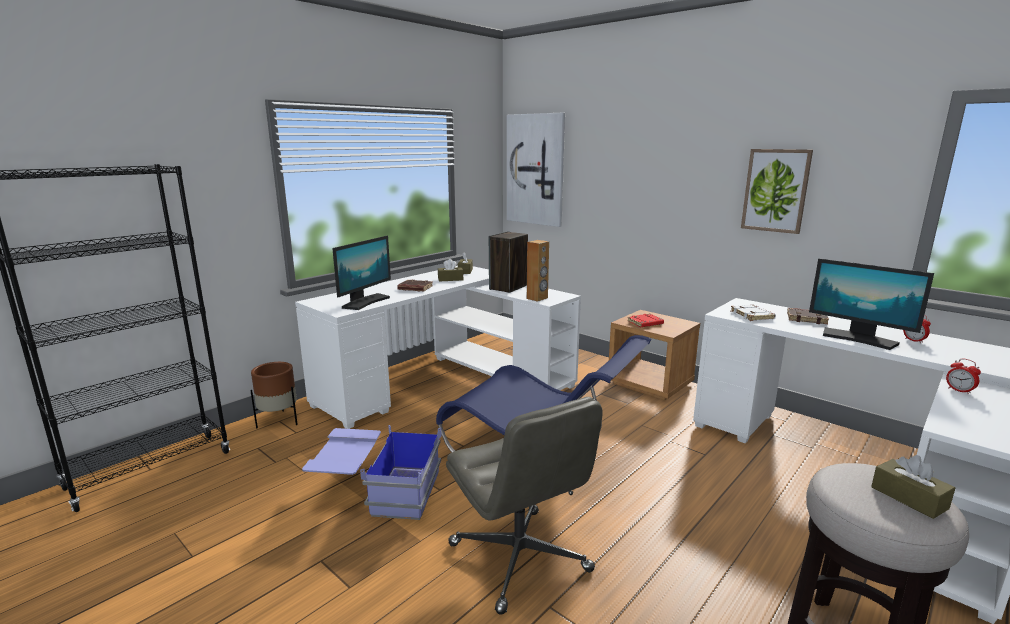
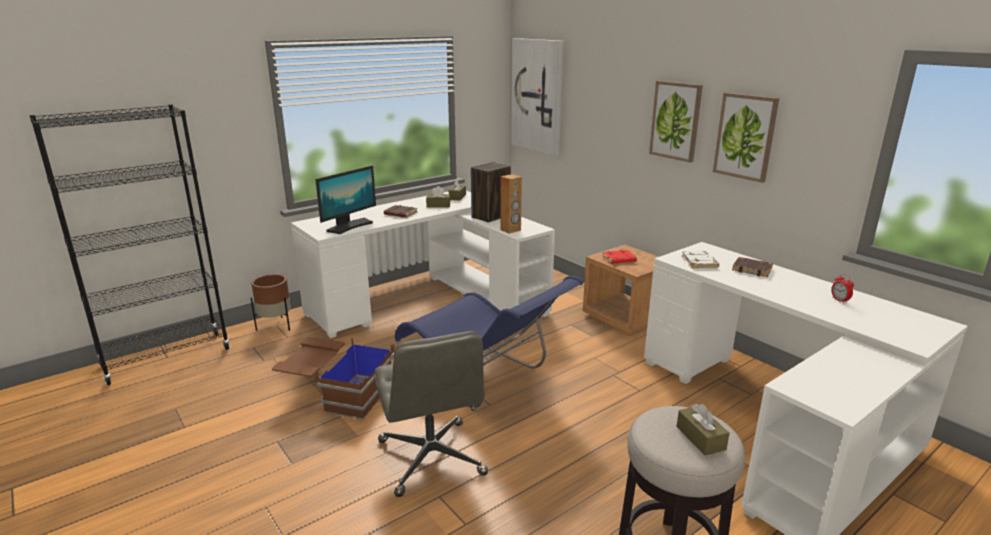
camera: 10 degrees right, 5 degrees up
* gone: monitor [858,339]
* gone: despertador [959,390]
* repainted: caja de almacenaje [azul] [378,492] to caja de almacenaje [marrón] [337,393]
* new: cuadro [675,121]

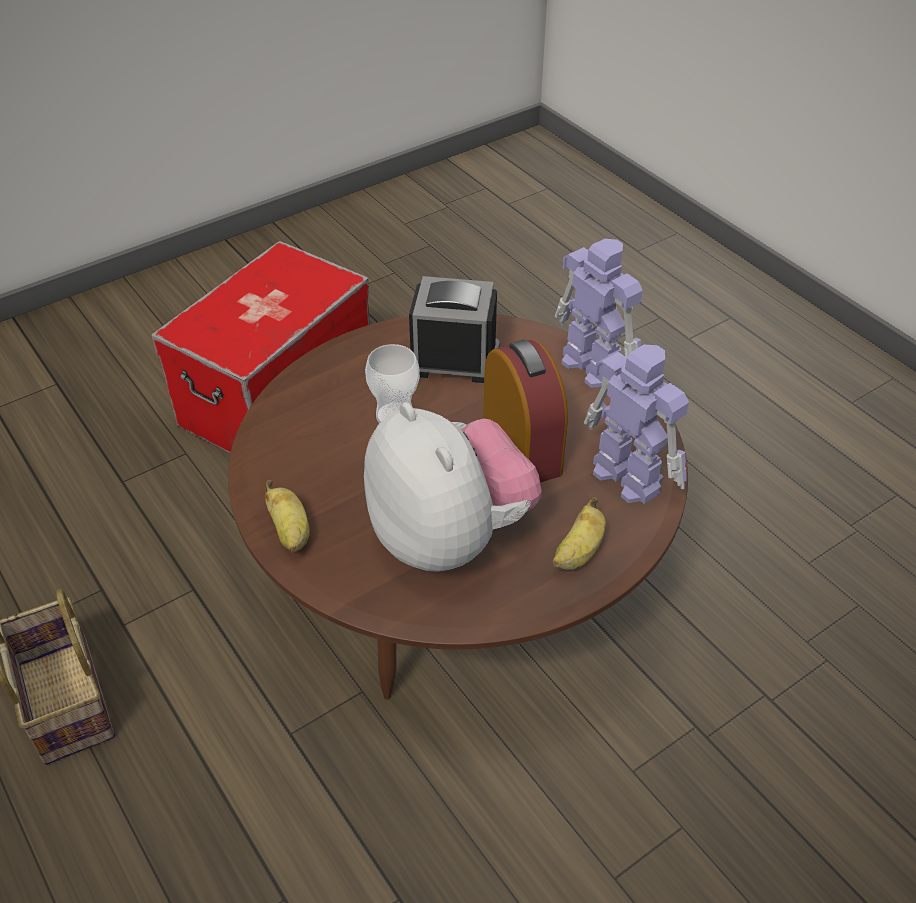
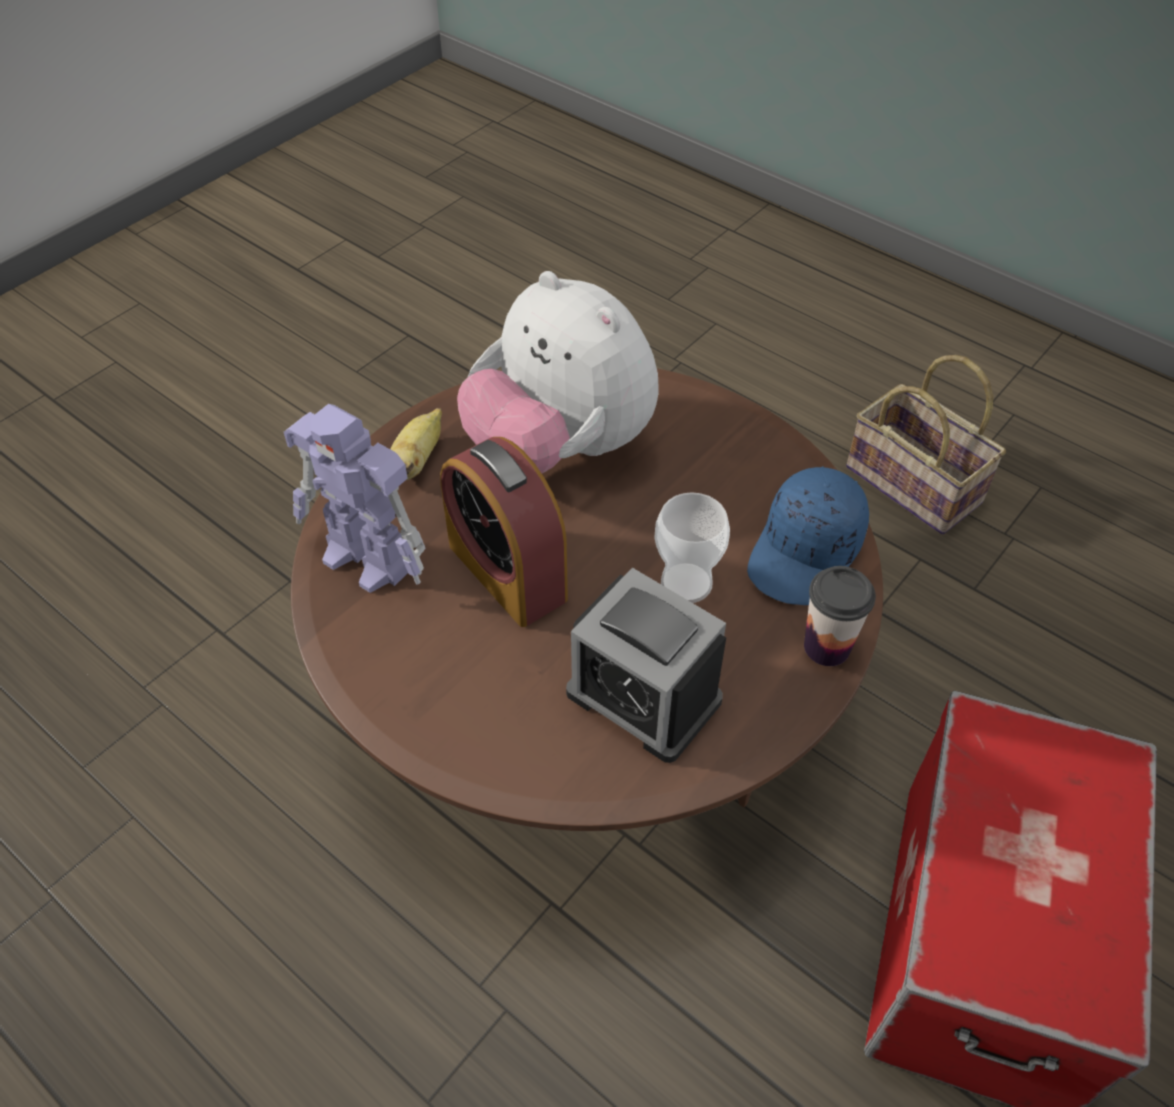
camera: 165 degrees right, 5 degrees up
* gone: robot de juguete [591,365]
* rotated: despertador [454,359] = [643,696] 45 degrees clockwise
* gone: plátano [290,532]
* new: gorra [azul] [806,553]
* new: taza [827,647]

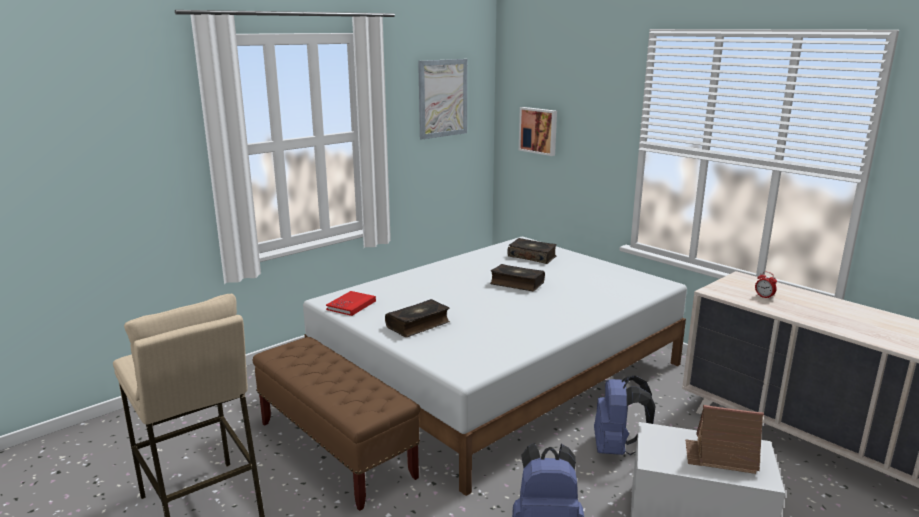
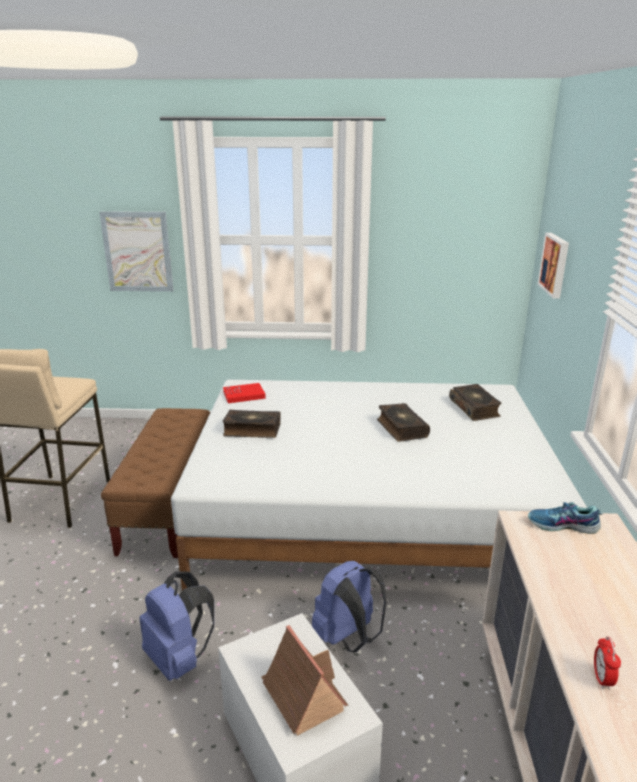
camera: 45 degrees right, 5 degrees up
* shifted: cuadro [442,98] to [137,252]
* shifted: despertador [764,297] to [602,679]
* new: zapato [562,526]

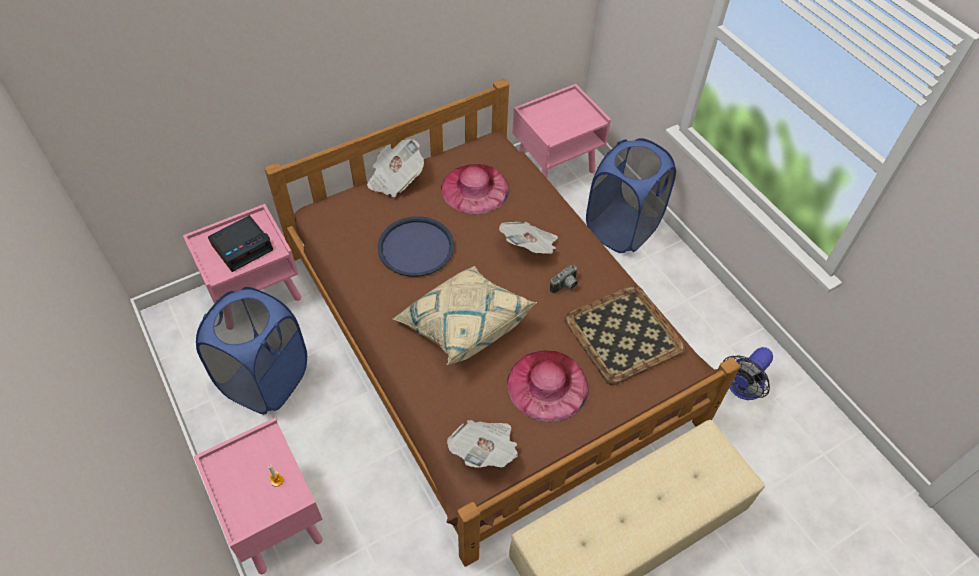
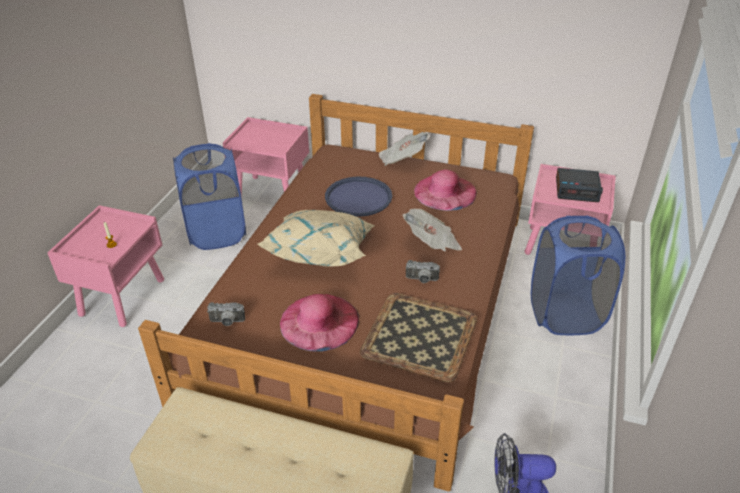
camera: 50 degrees right, 15 degrees down
* shifted: despertador [242,247] to [577,189]
* swapped: periódico [485,450] to cámara [227,322]

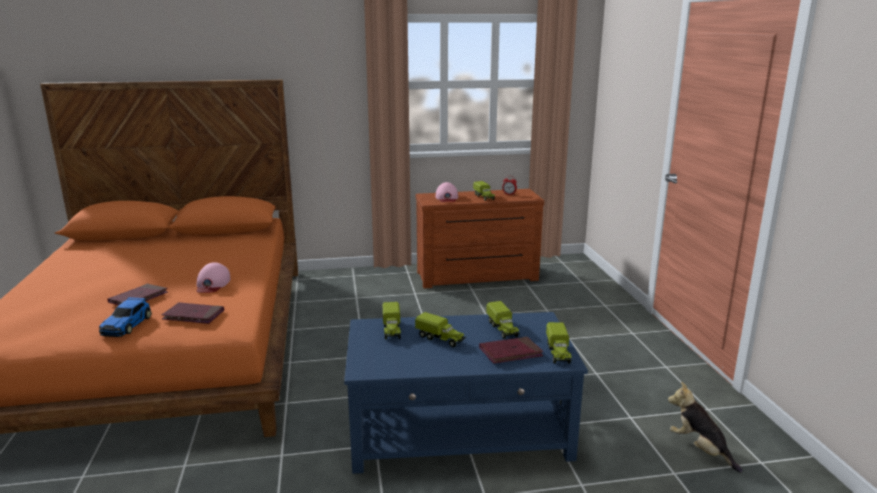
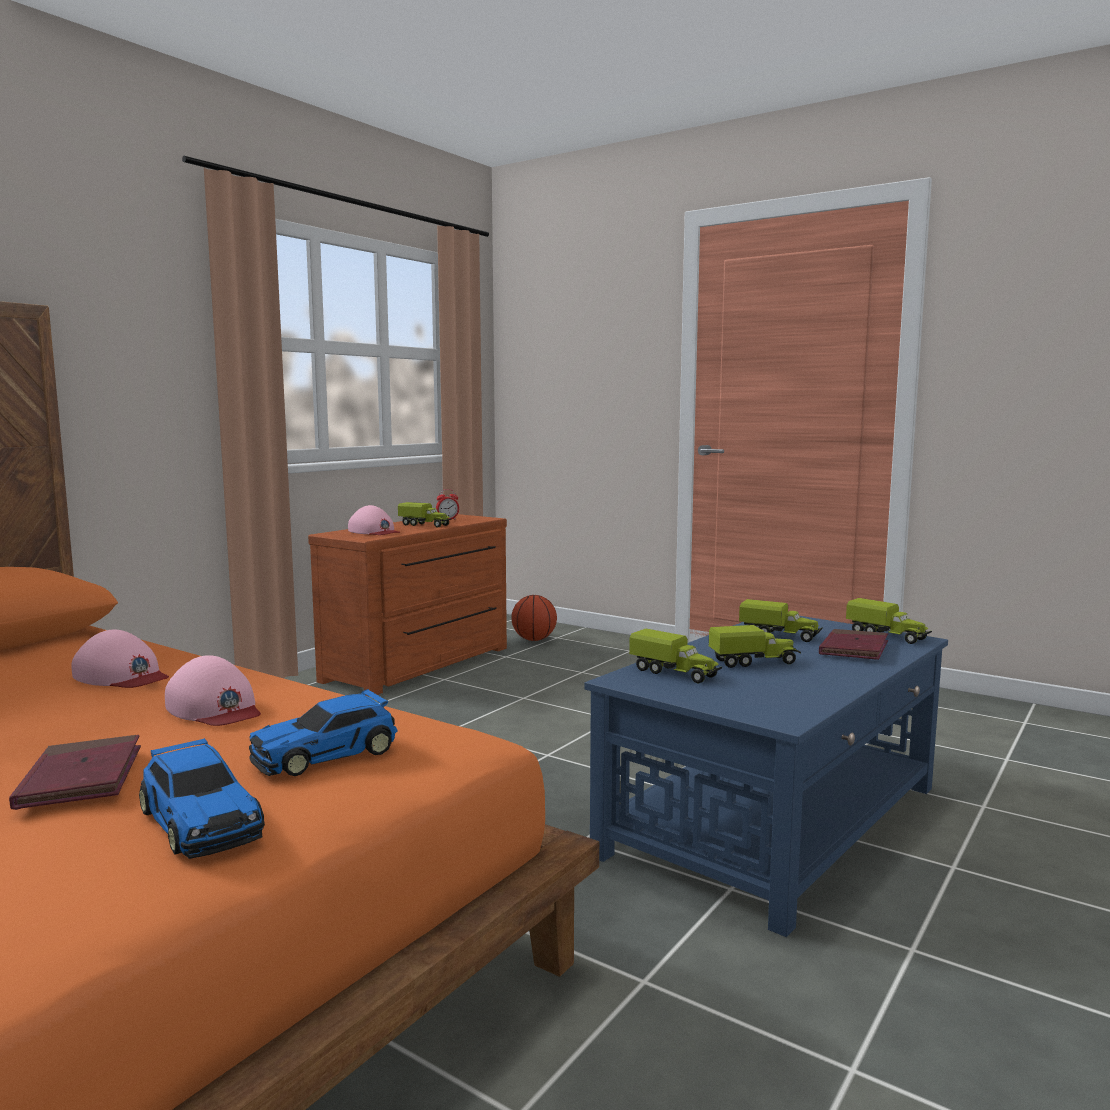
camera: 45 degrees left, 10 degrees down
* swapped: libro [rojo] [193,316] to coche de juguete [327,754]
* gone: peluche [700,449]
* new: balón de baloncesto [534,640]
* new: gorra [rosa] [122,676]

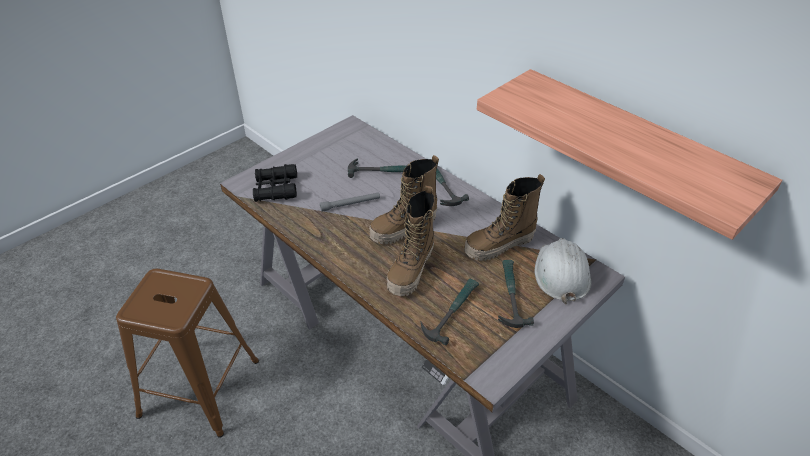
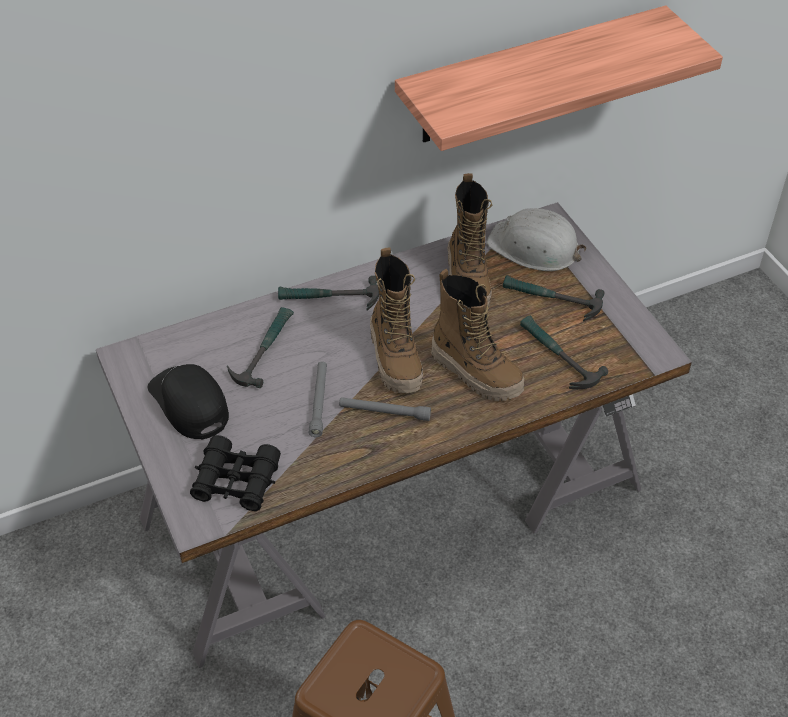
camera: 70 degrees left, 5 degrees up
* new: gorra [negro] [189,403]
* new: linterna [gris] [384,412]

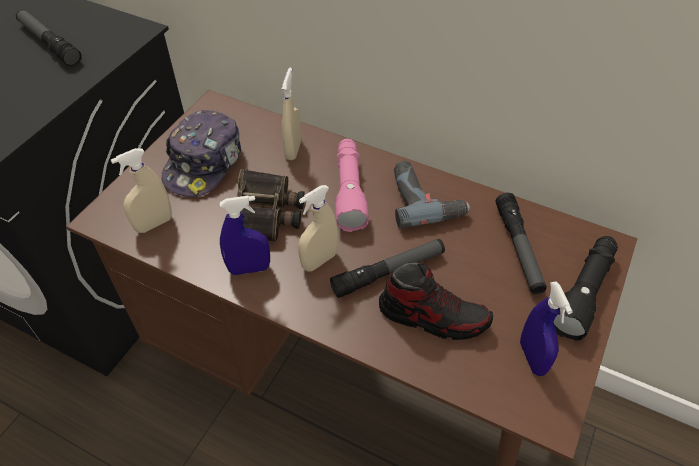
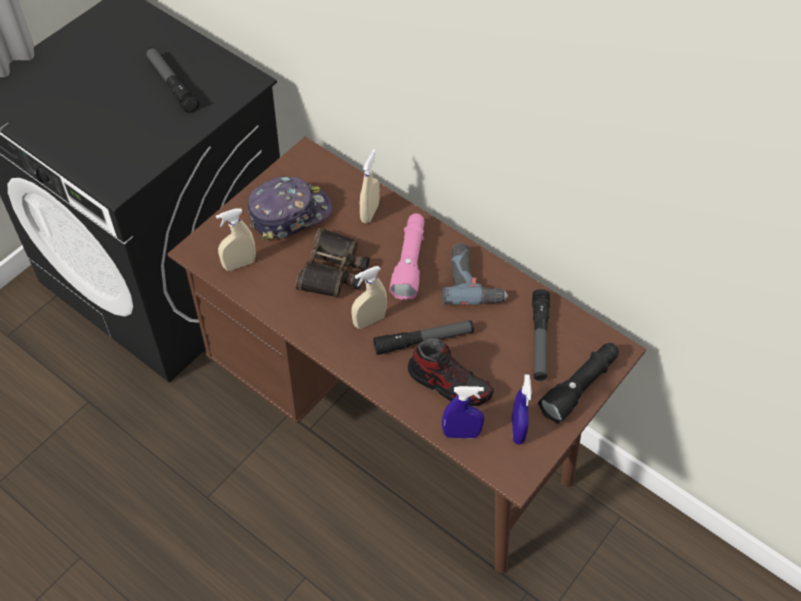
camera: 10 degrees right, 5 degrees up
* rotated: gorra [204,163] = [289,213] 150 degrees counterclockwise
* shifted: pulverizador [azul] [249,269] to [461,433]

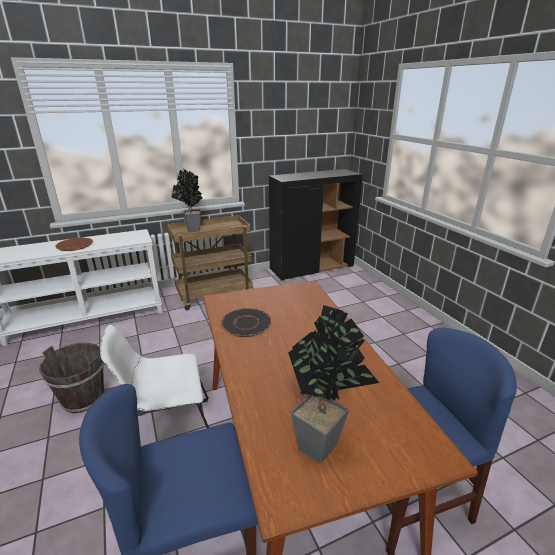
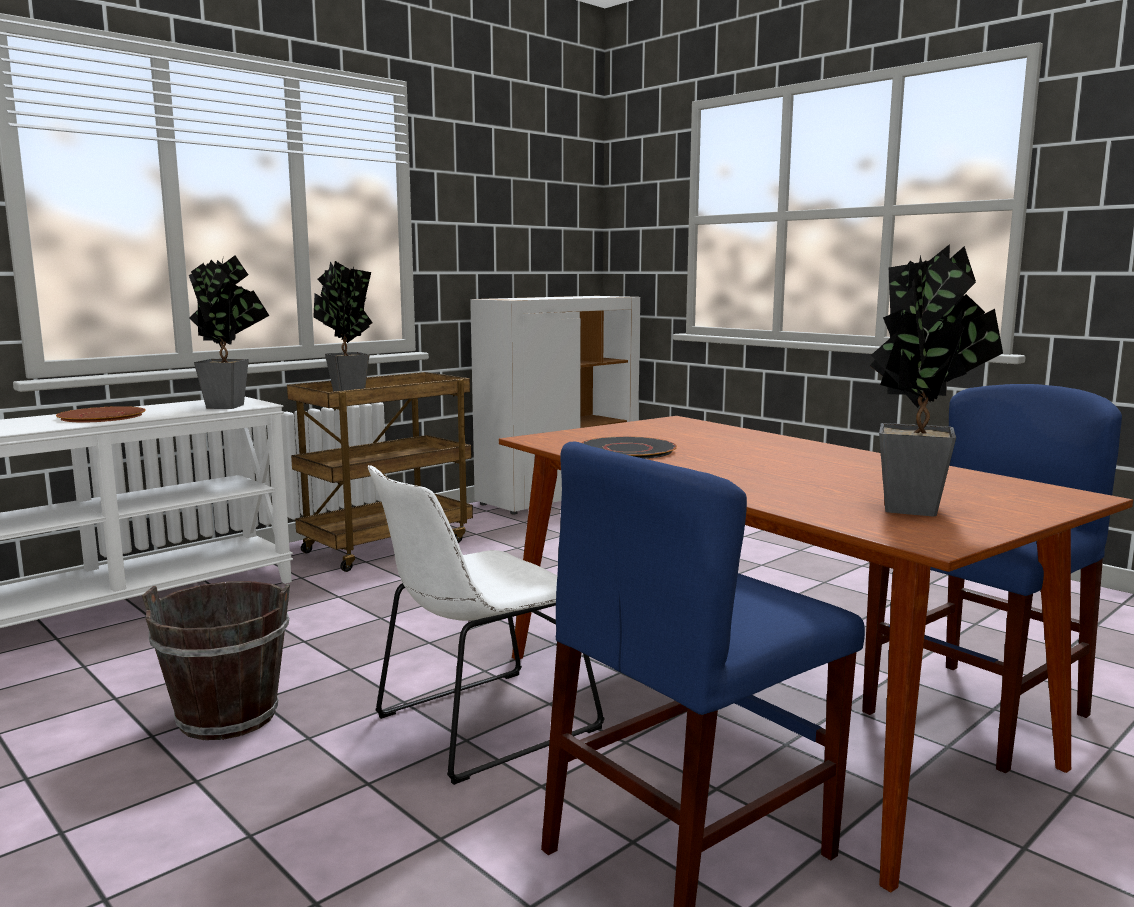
camera: 20 degrees left, 15 degrees down
* repainted: armario [negro] [312,268] to armario [blanco] [559,495]
* new: planta en maceta [231,405]

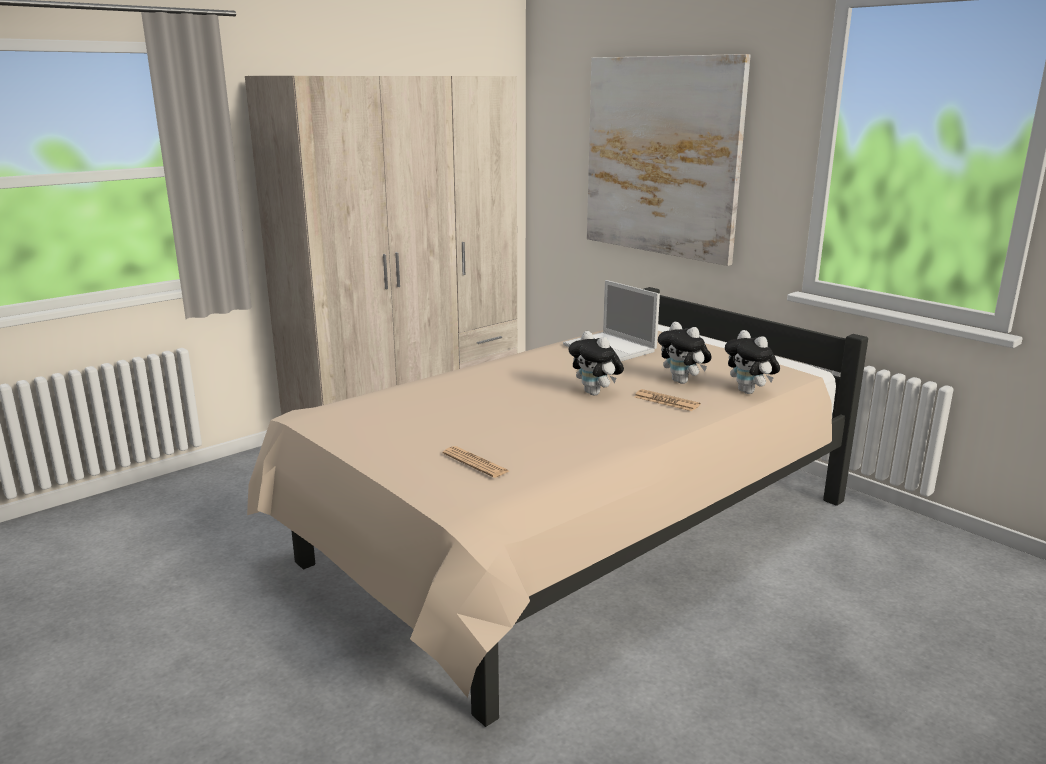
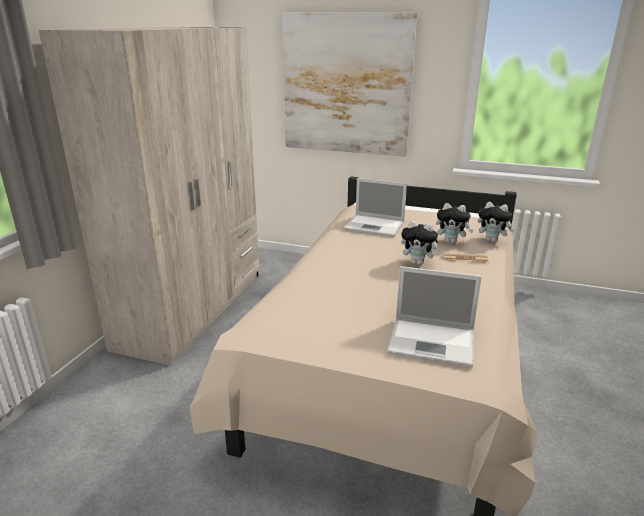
camera: 30 degrees left, 5 degrees up
* swapped: periódico [475,463] to portátil [433,342]

